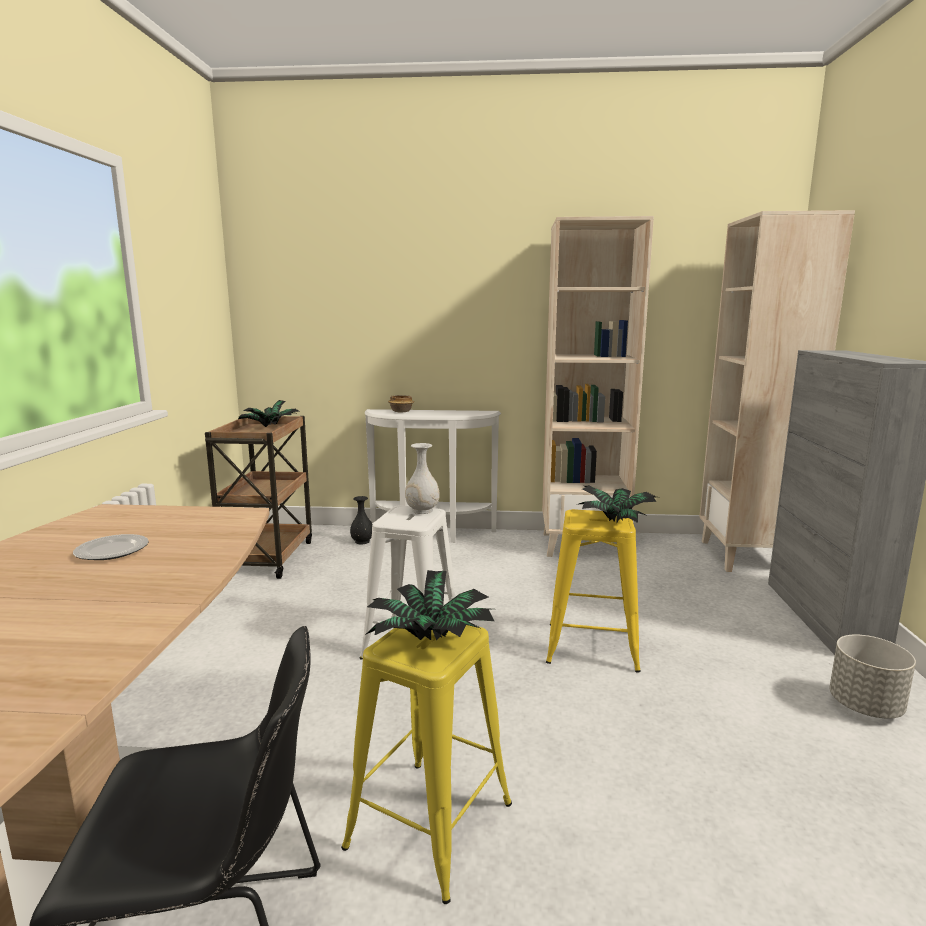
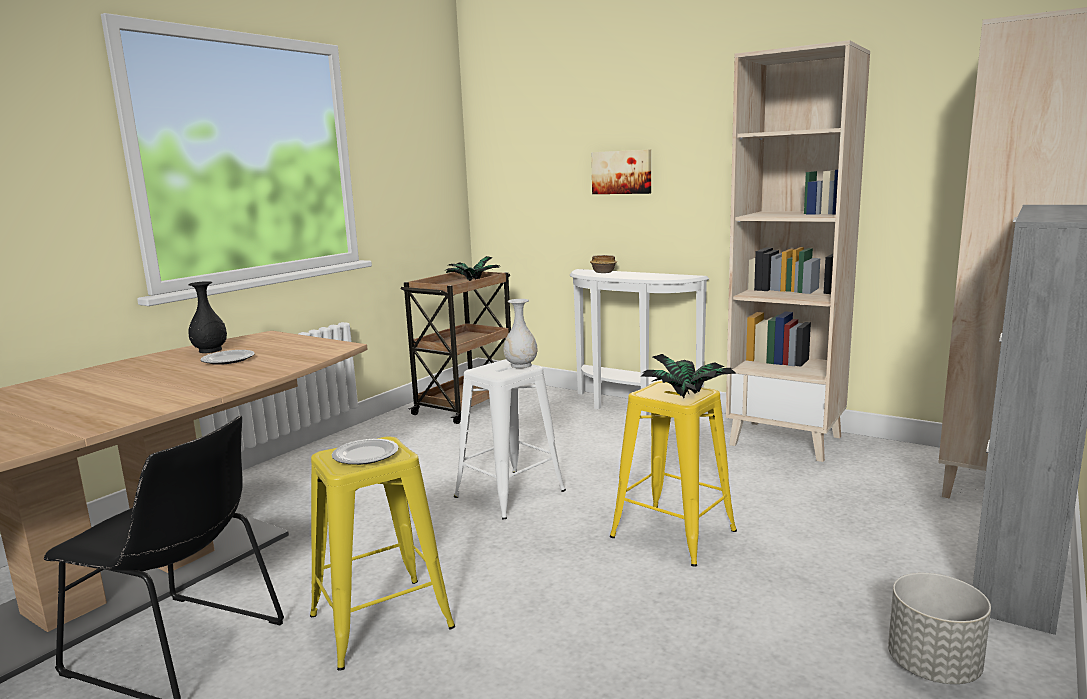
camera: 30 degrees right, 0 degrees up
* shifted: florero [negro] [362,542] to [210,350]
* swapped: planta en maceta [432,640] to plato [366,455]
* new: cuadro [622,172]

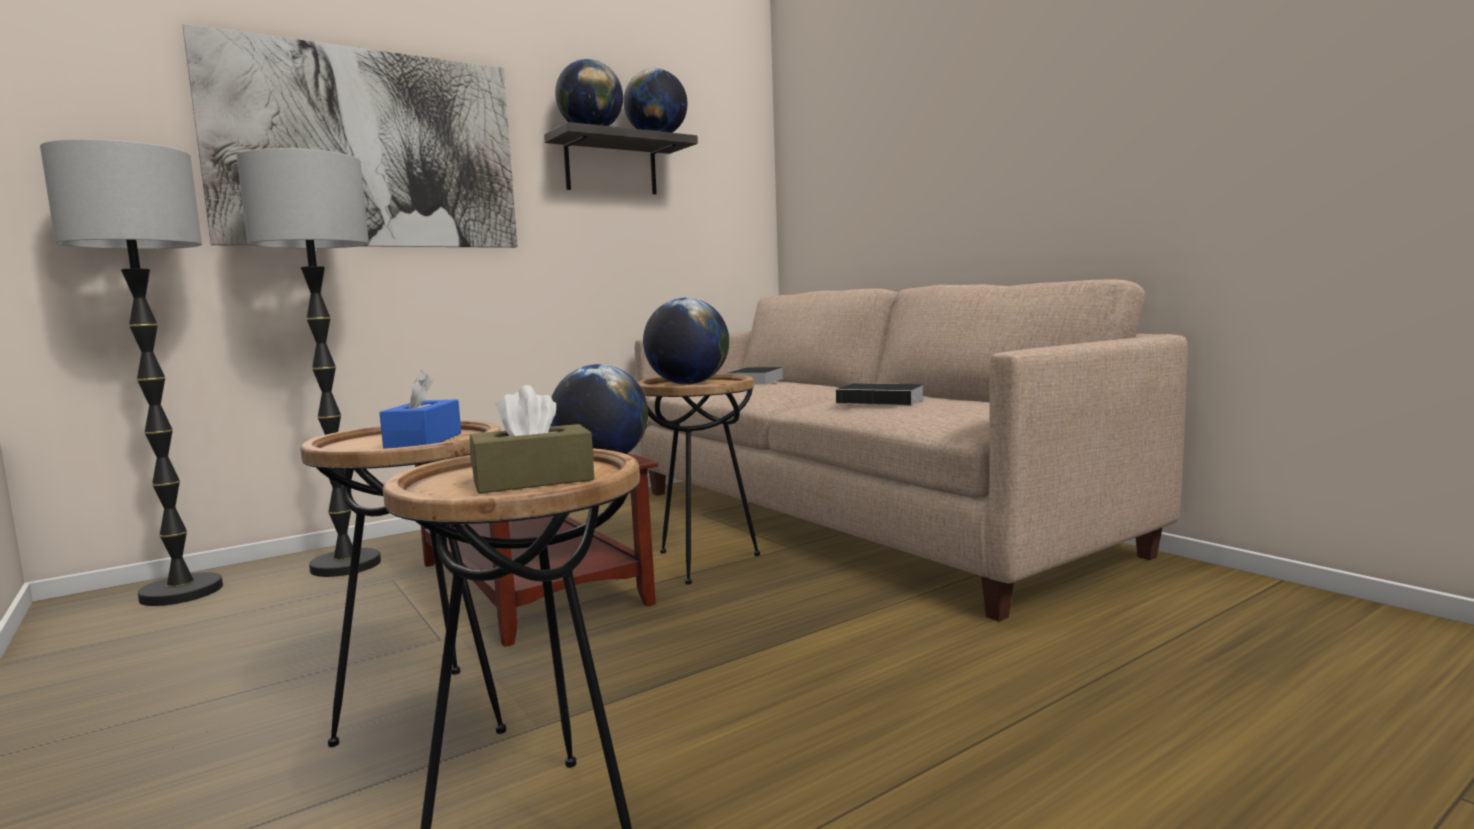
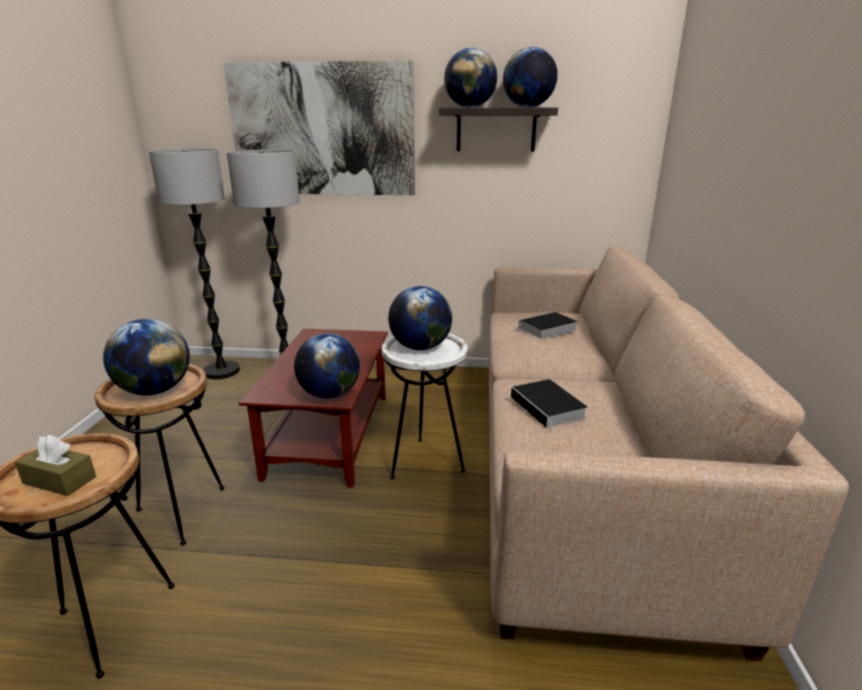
camera: 40 degrees right, 15 degrees up
* swapped: caja de pañuelos [azul] [424,441] to globo terráqueo [155,391]
* repainted: mesa auxiliar [marrón] [702,562] to mesa auxiliar [blanco] [425,462]

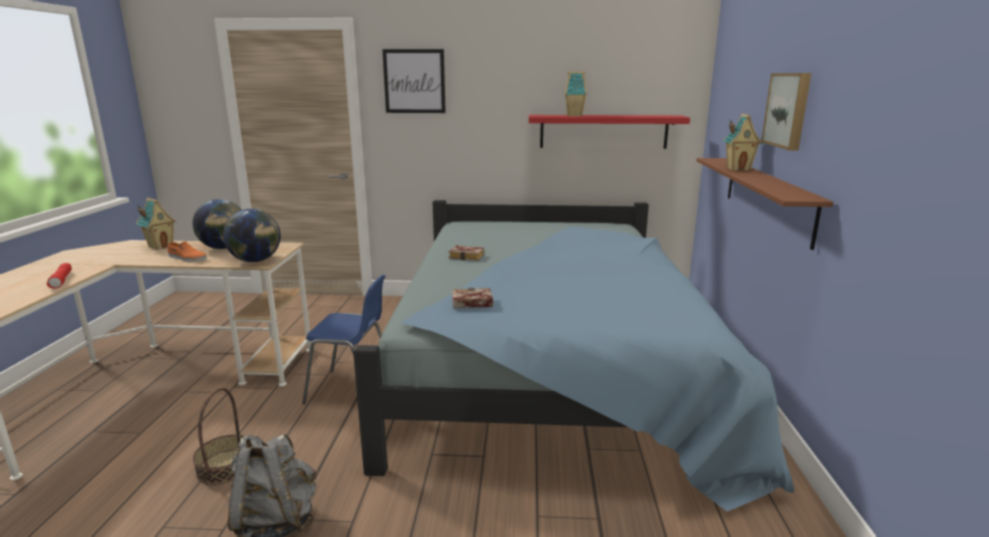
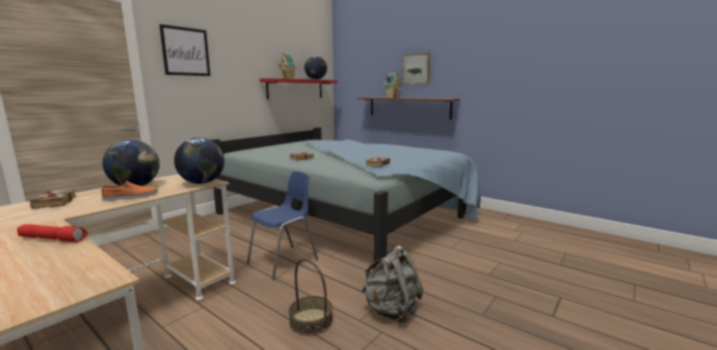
camera: 55 degrees left, 5 degrees down
* swapped: casita [161,246] to libro [54,202]
* new: globo terráqueo [316,79]

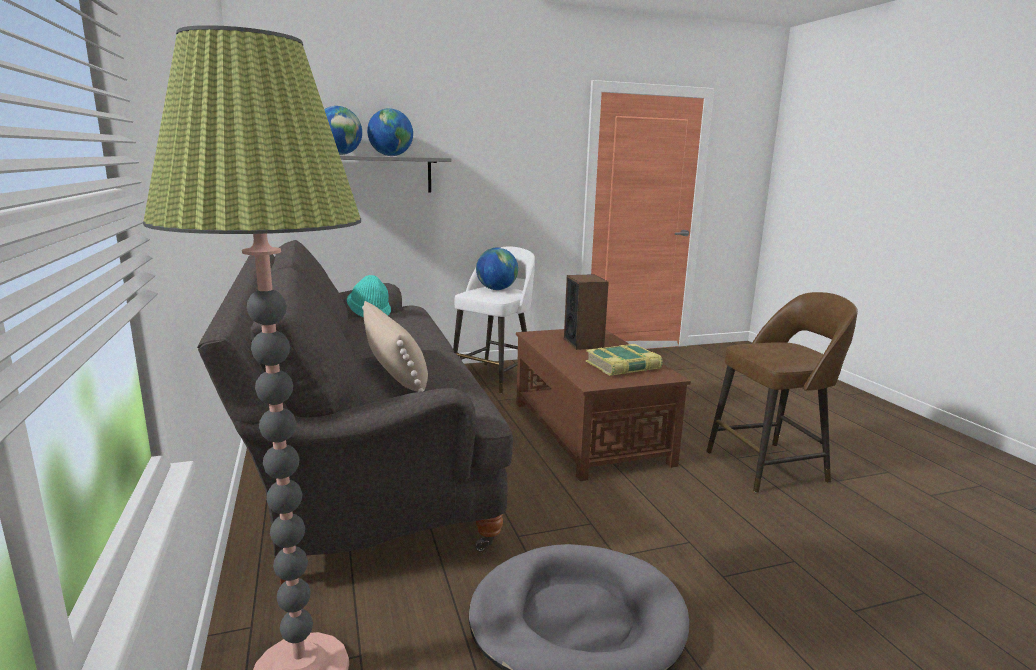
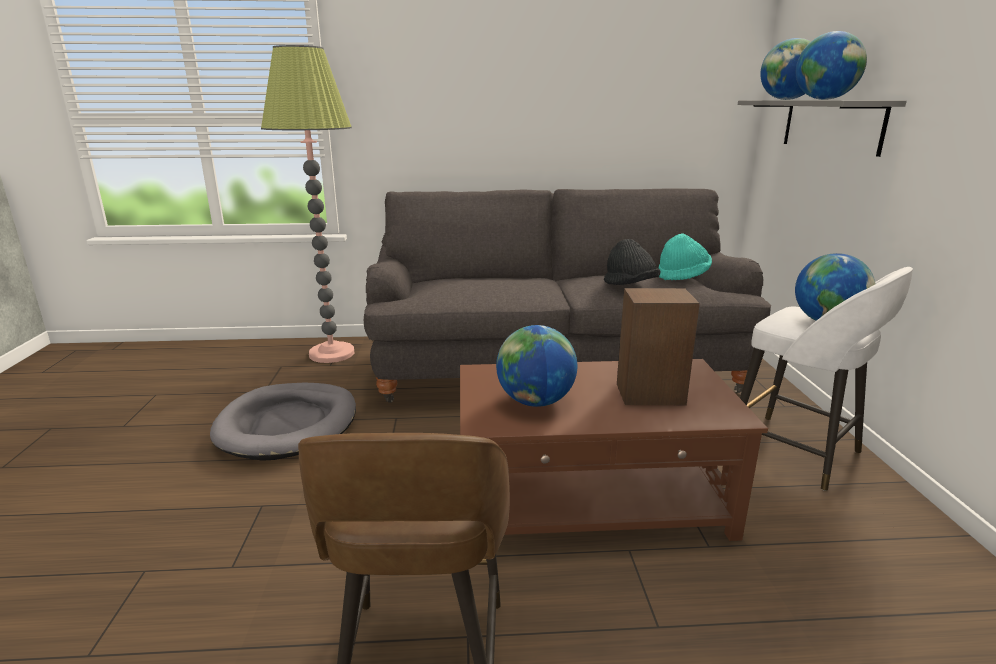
camera: 105 degrees right, 5 degrees up
* gone: cojín [beis] [395,372]
* swapped: libro [623,366] to globo terráqueo [535,402]
* new: sombrero [negro] [630,286]

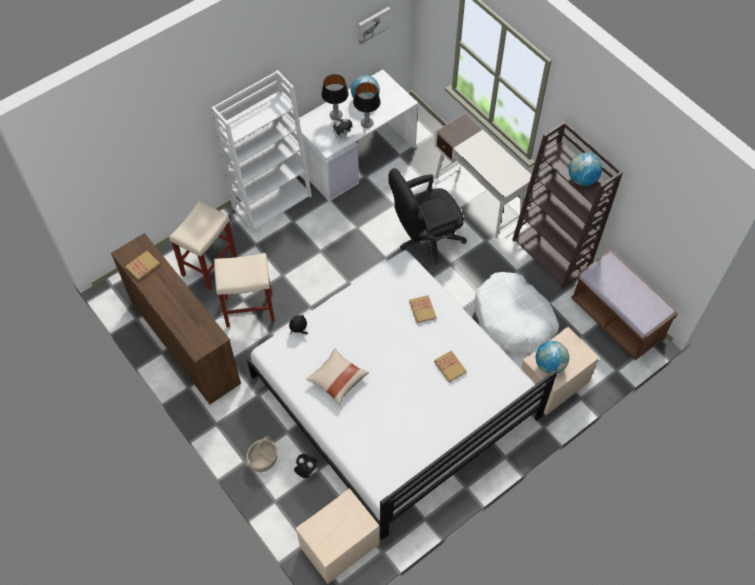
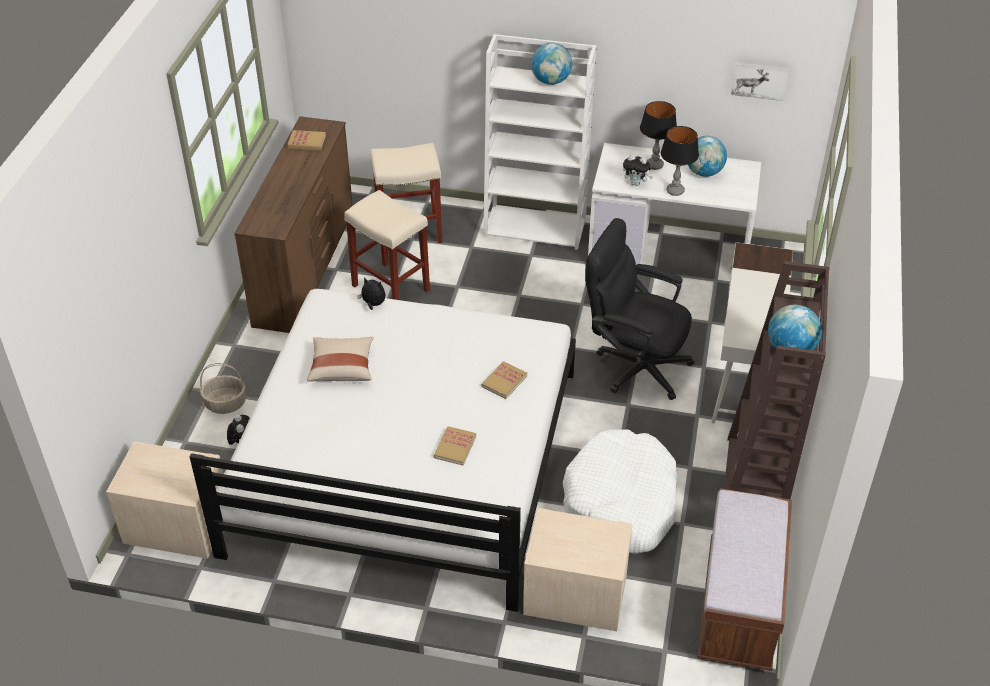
camera: 50 degrees right, 15 degrees down
* shifted: globo terráqueo [550,365] to [551,81]

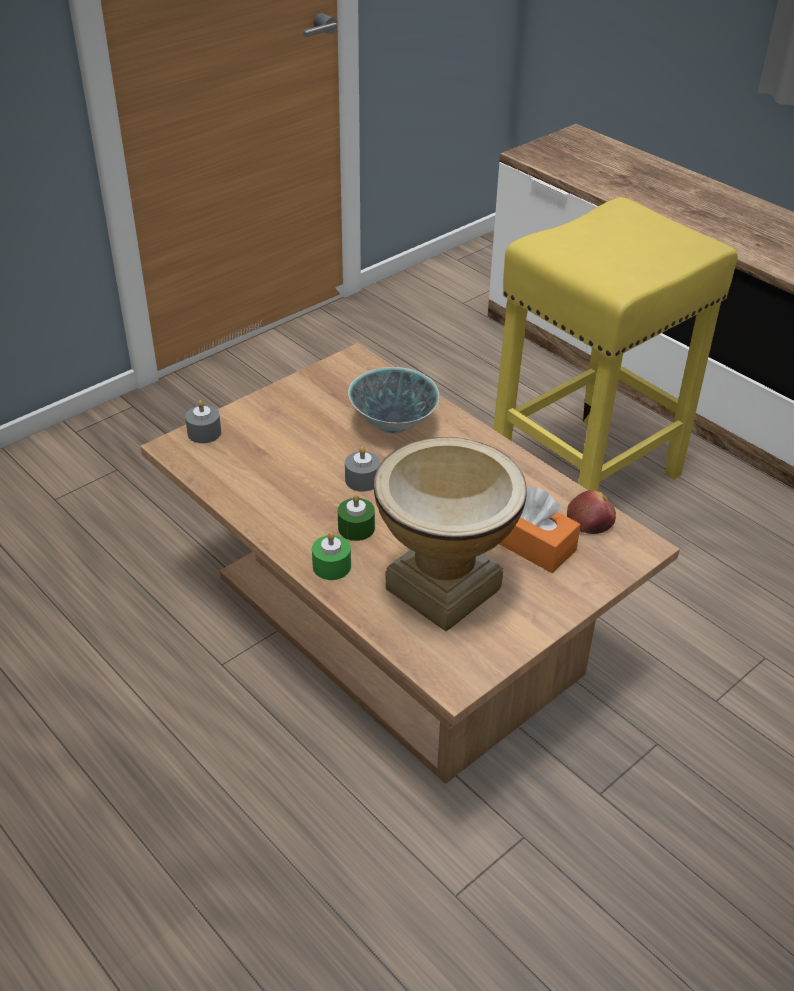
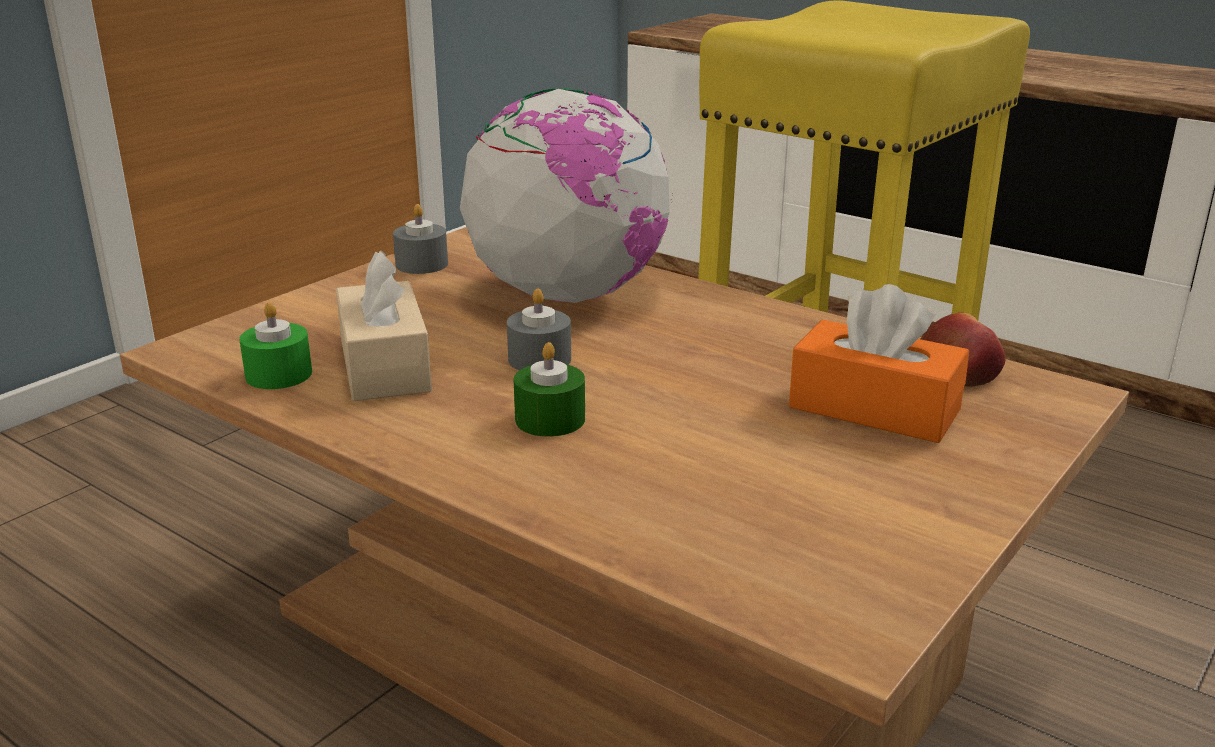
camera: 10 degrees left, 15 degrees down
* swapped: cuenco [392,424] to globo terráqueo [567,294]
* shifted: vela [gris] [204,433] to [422,264]
* gone: florero [444,588]
* shifted: vela [verde] [331,566] to [278,374]
* new: caja de pañuelos [beis] [385,366]

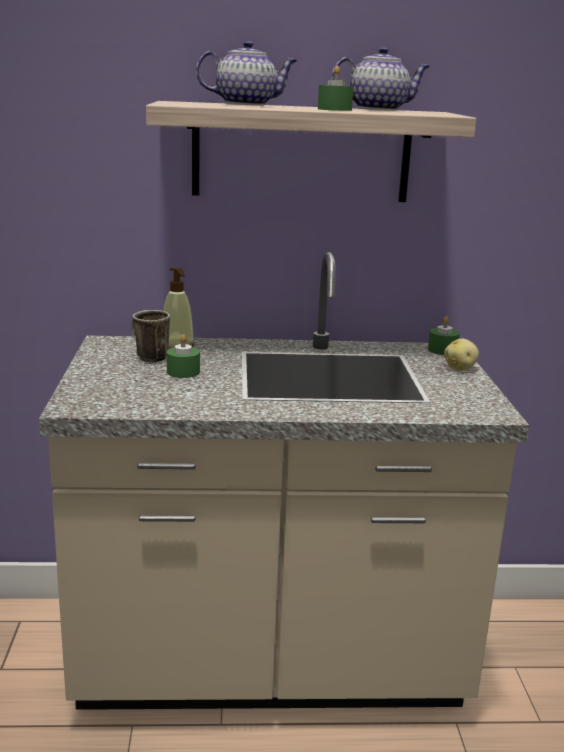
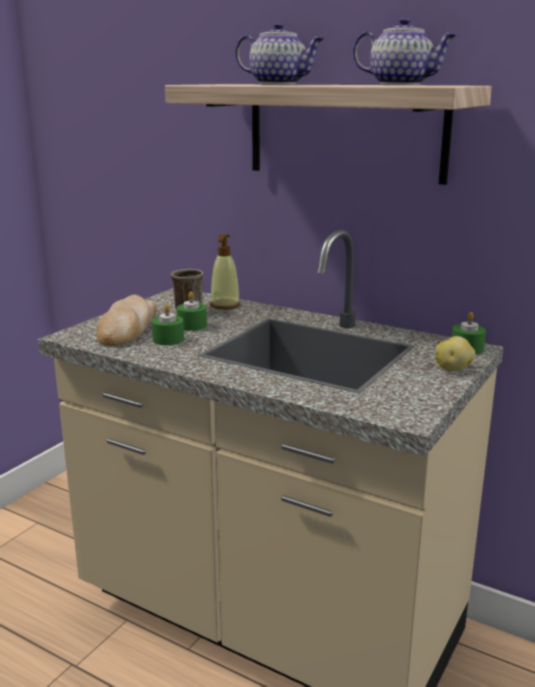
camera: 35 degrees right, 0 degrees up
* shifted: vela [verde] [334,109] to [168,339]
* new: pan [127,327]

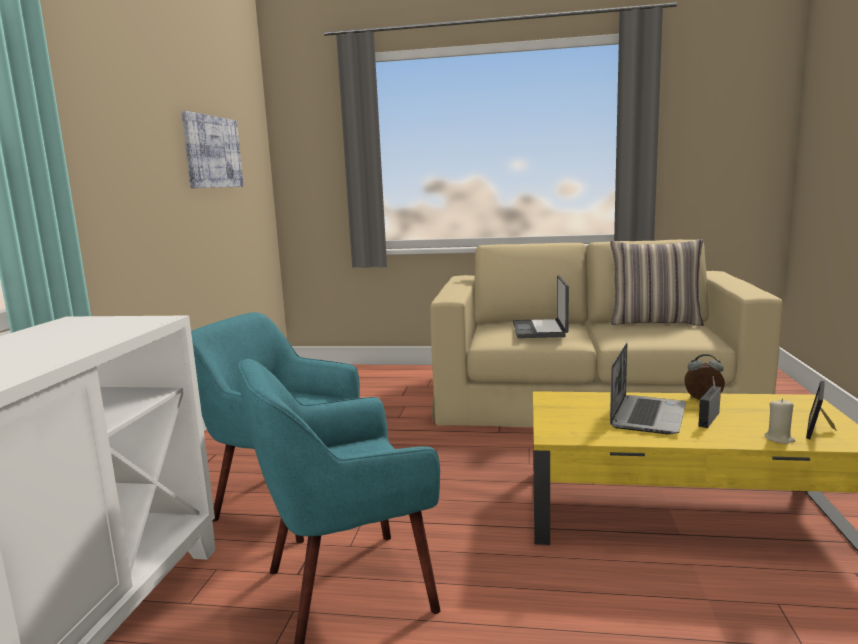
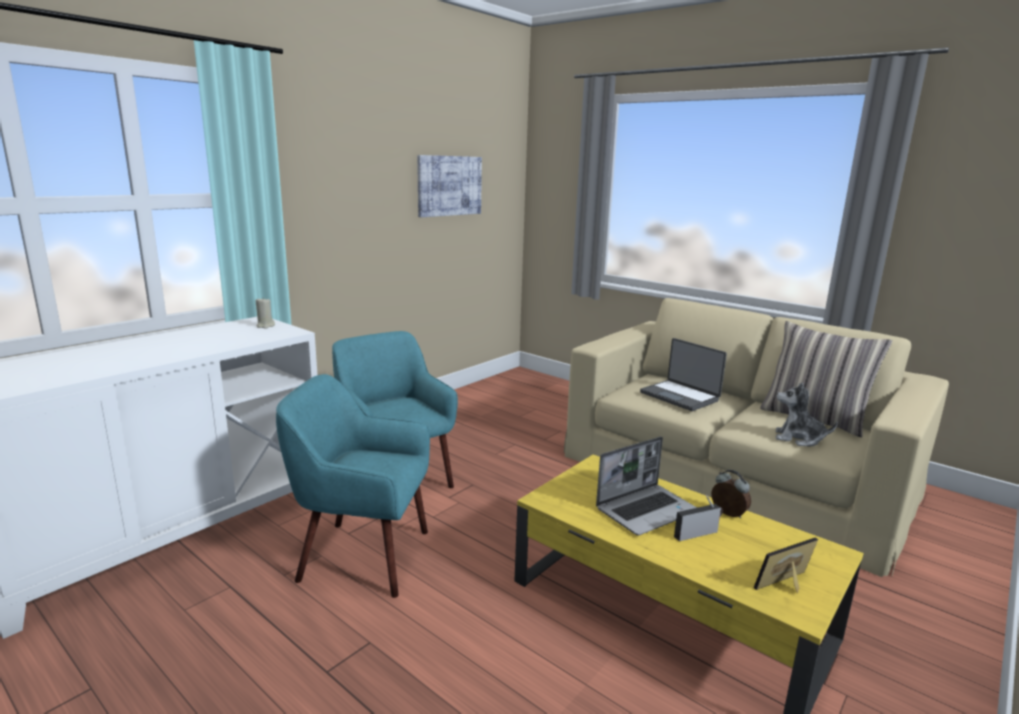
camera: 30 degrees right, 5 degrees up
* rotated: portátil [540,330] = [680,396] 75 degrees counterclockwise
* shifted: vela [beis] [779,439] to [265,326]
* new: peluche [798,439]

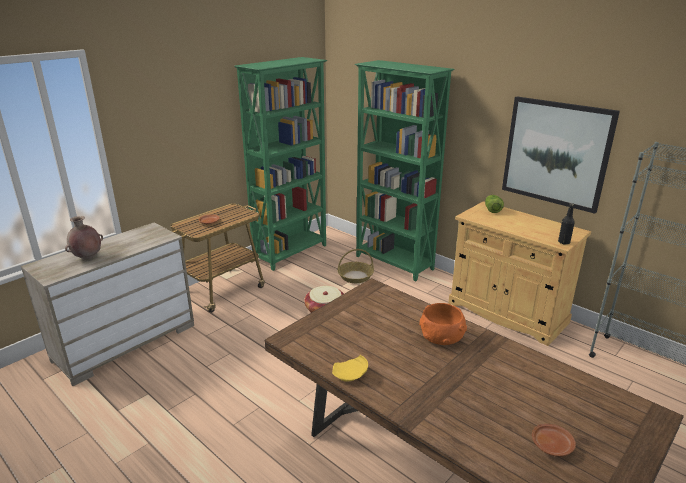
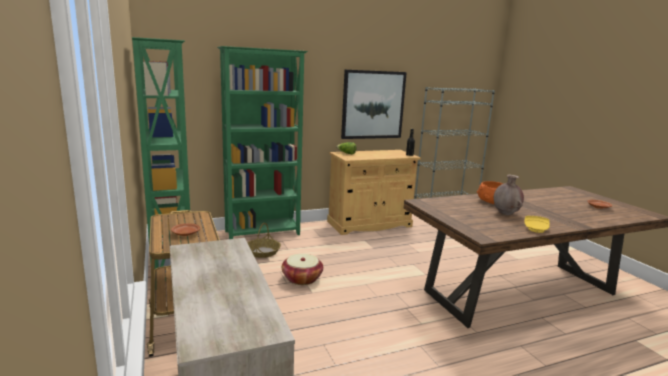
camera: 65 degrees left, 10 degrees down
* shifted: florero [marrón] [87,257] to [506,214]

